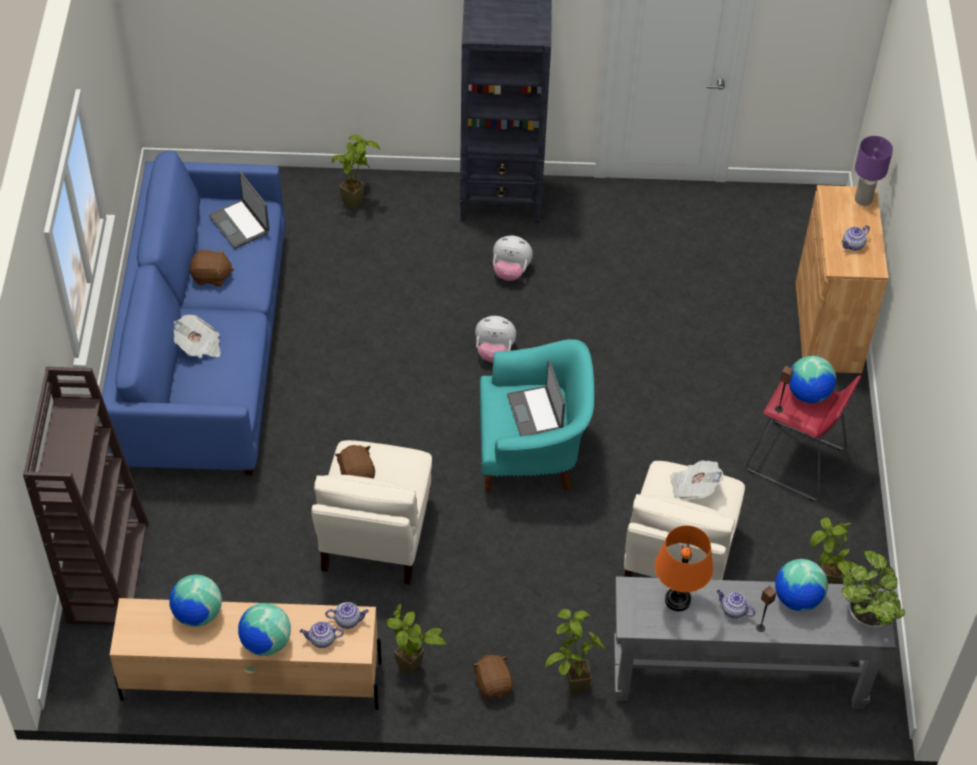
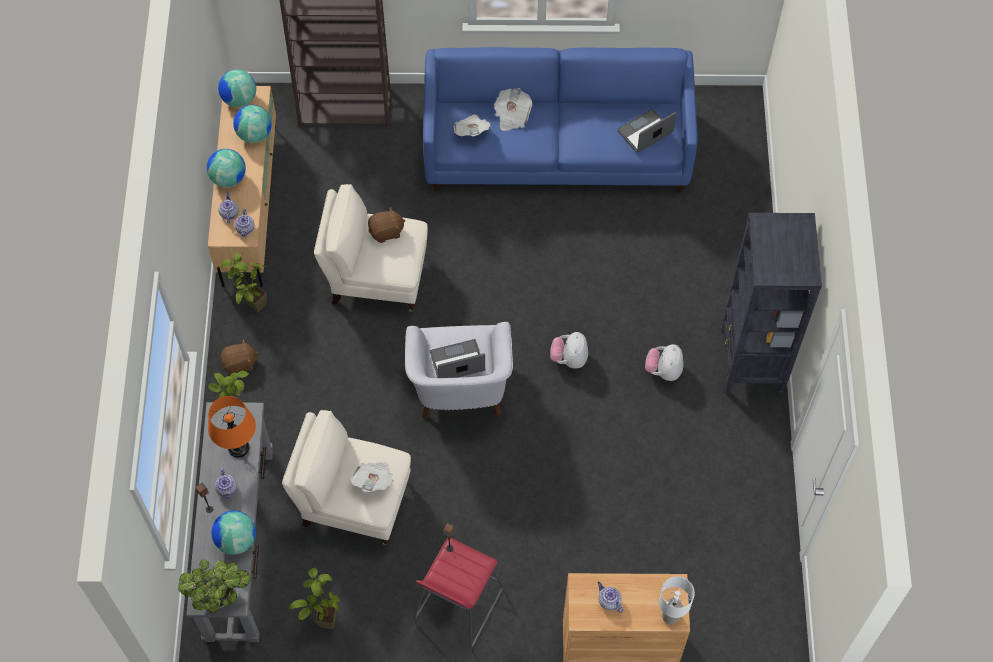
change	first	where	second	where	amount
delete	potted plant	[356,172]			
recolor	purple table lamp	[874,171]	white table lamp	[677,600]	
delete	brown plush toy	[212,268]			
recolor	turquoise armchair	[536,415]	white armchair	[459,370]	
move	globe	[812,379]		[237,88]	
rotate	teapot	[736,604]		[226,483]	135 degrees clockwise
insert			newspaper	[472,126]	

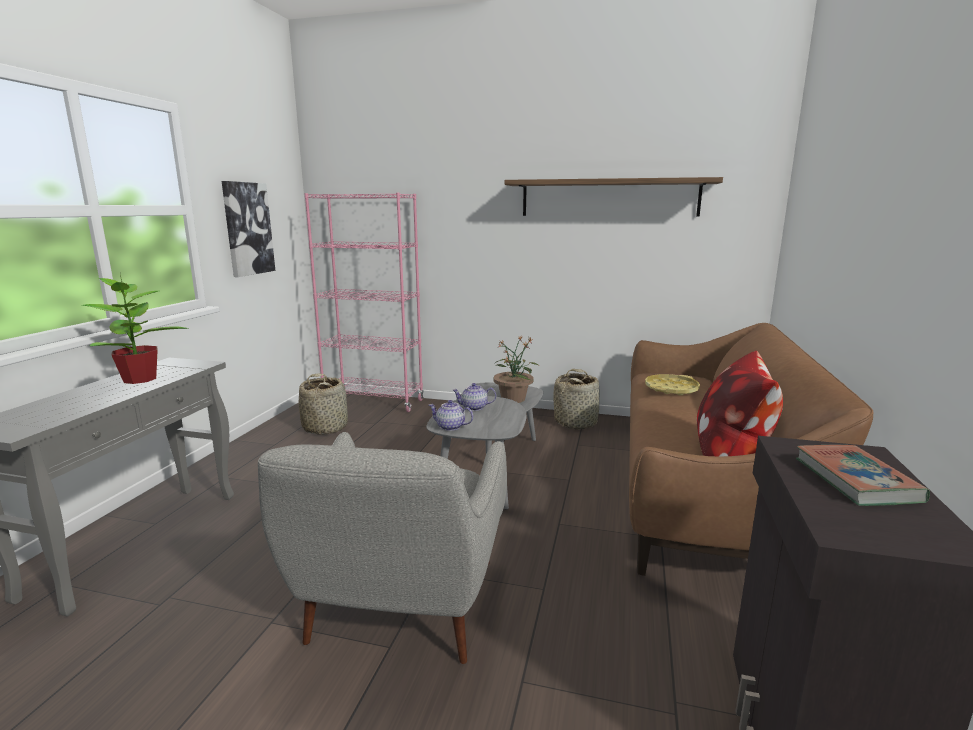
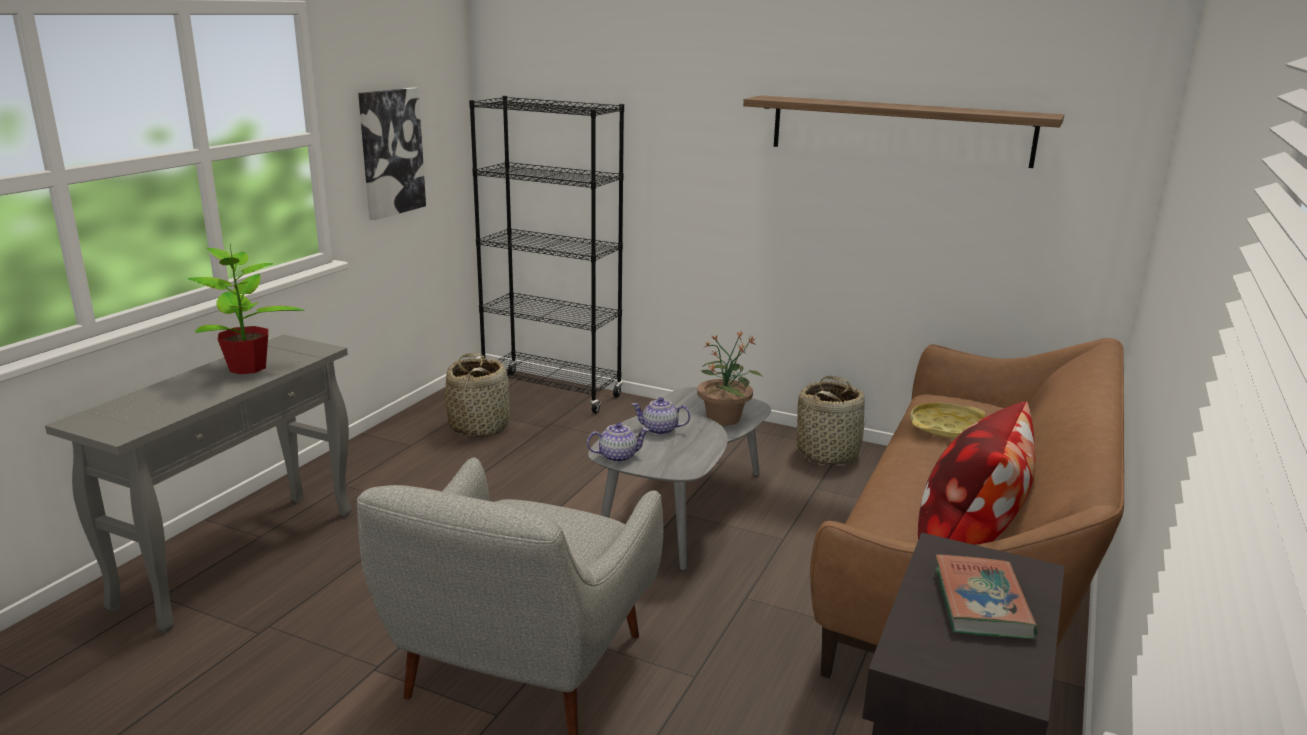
change	first	where	second	where	amount
recolor	pink bookcase	[364,302]	black bookcase	[546,255]	
rotate	teapot	[451,415]		[618,443]	135 degrees clockwise

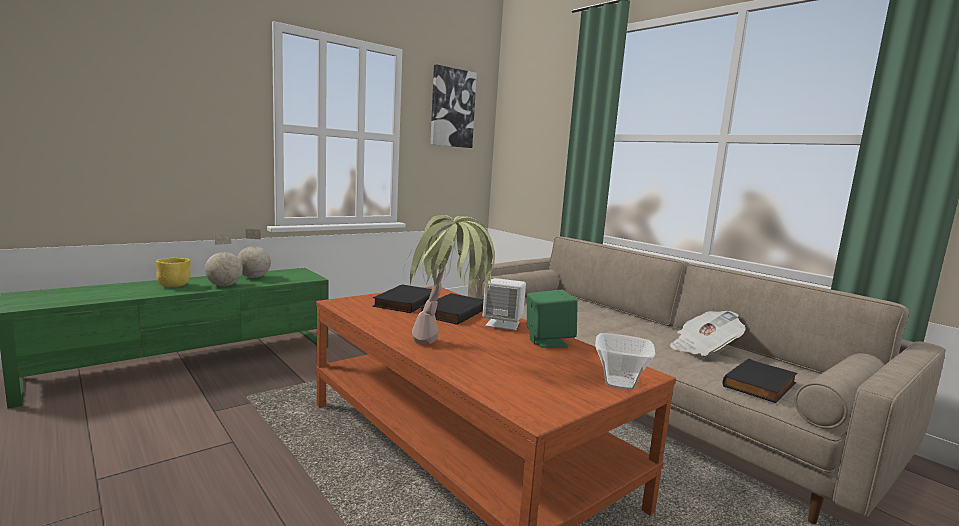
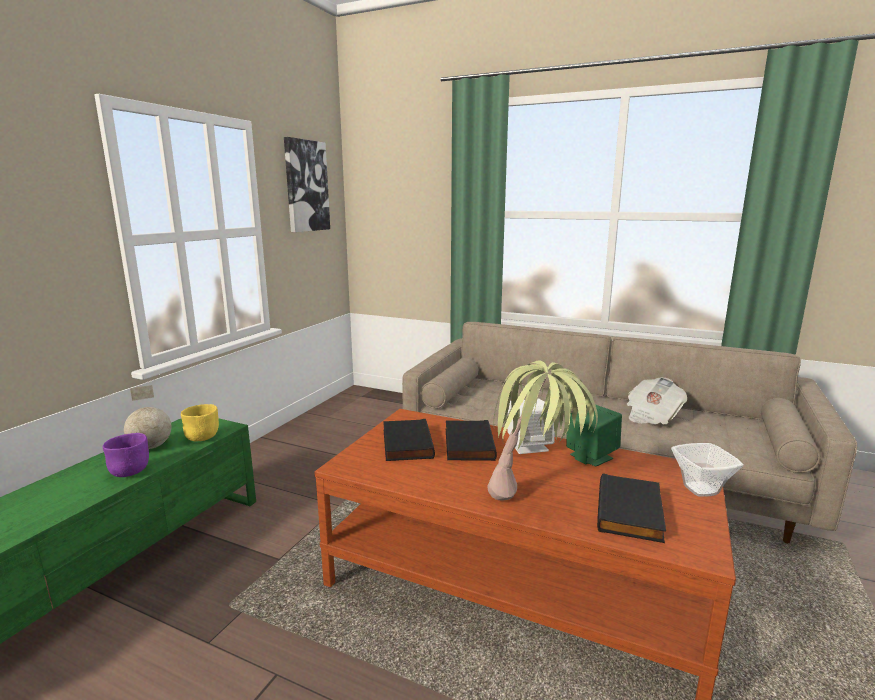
change	first	where	second	where	amount
replace	globe	[224,259]	purple bowl	[126,455]	
move	yellow bowl	[173,272]		[200,422]	
move	black book	[759,380]		[631,508]	

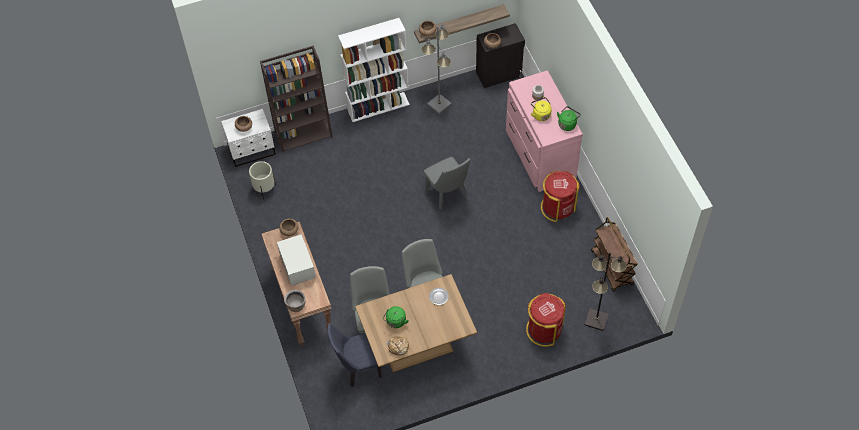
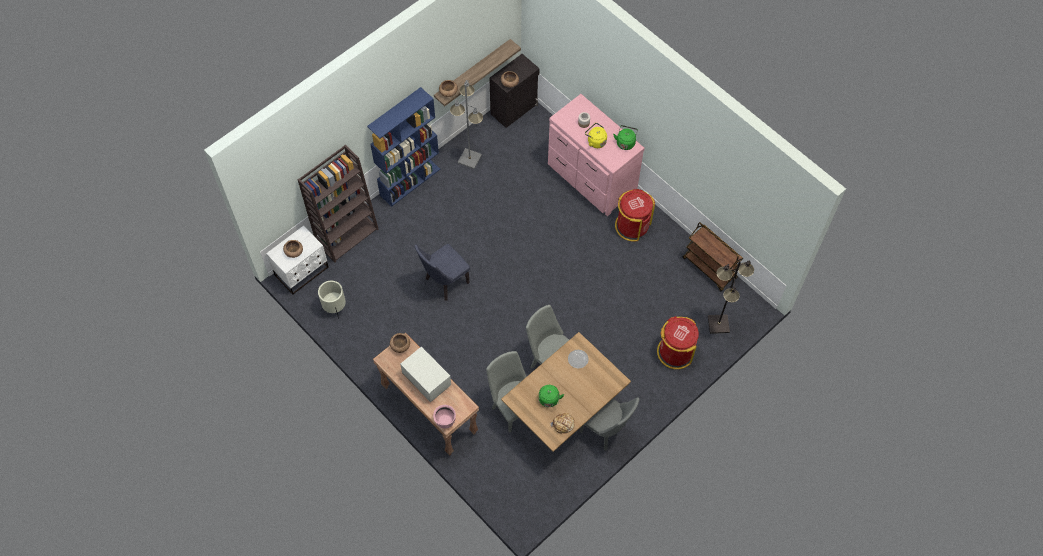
change	first	where	second	where	amount
recolor	white bookcase	[374,70]	blue bookcase	[403,147]	
move	grey chair	[447,183]		[610,424]	
recolor	brown cooking pot	[294,301]	pink cooking pot	[444,416]	
move	blue chair	[354,355]		[442,272]	

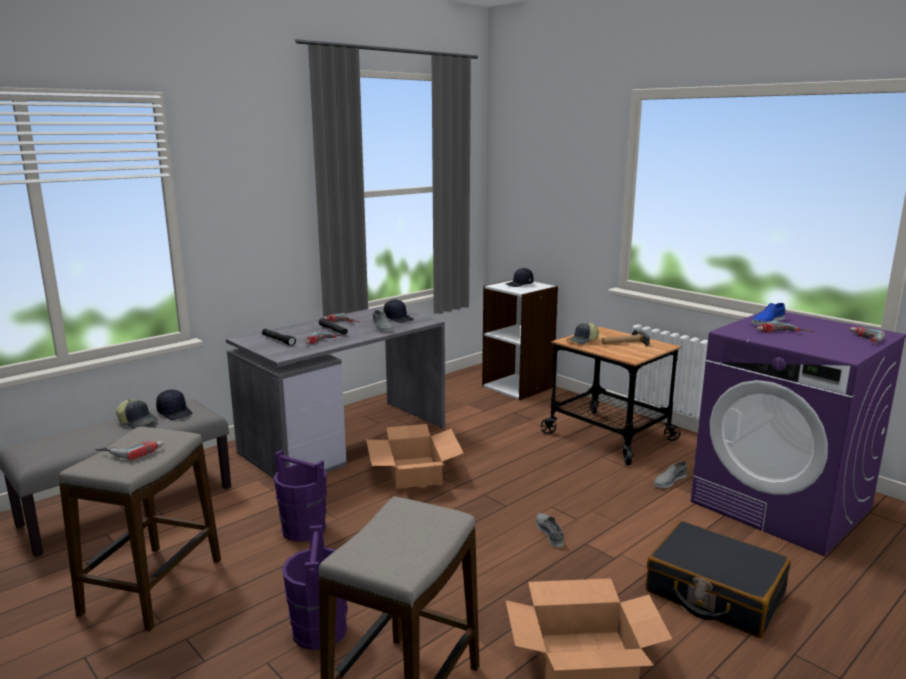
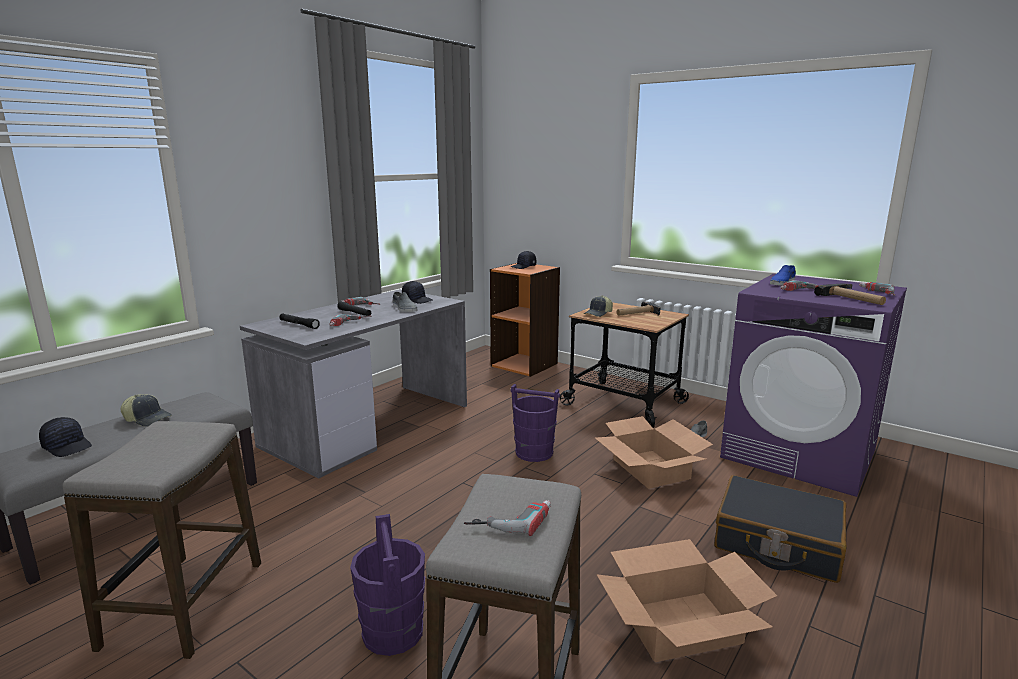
change	first	where	second	where	amount
recolor	white bookcase	[520,339]	orange bookcase	[525,320]	
move	black cap	[174,405]		[65,437]	
move	cardboard box	[415,456]		[654,452]	
move	power drill	[129,451]		[507,518]	
move	purple bucket	[300,496]		[535,423]	
delete	grey shoe	[550,530]			
insert			hammer	[850,294]	

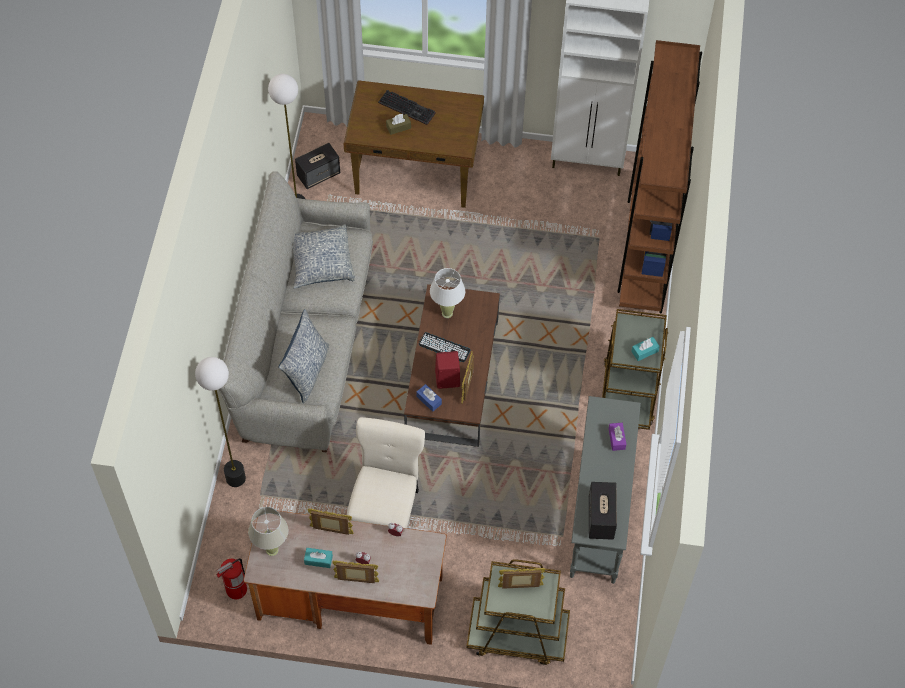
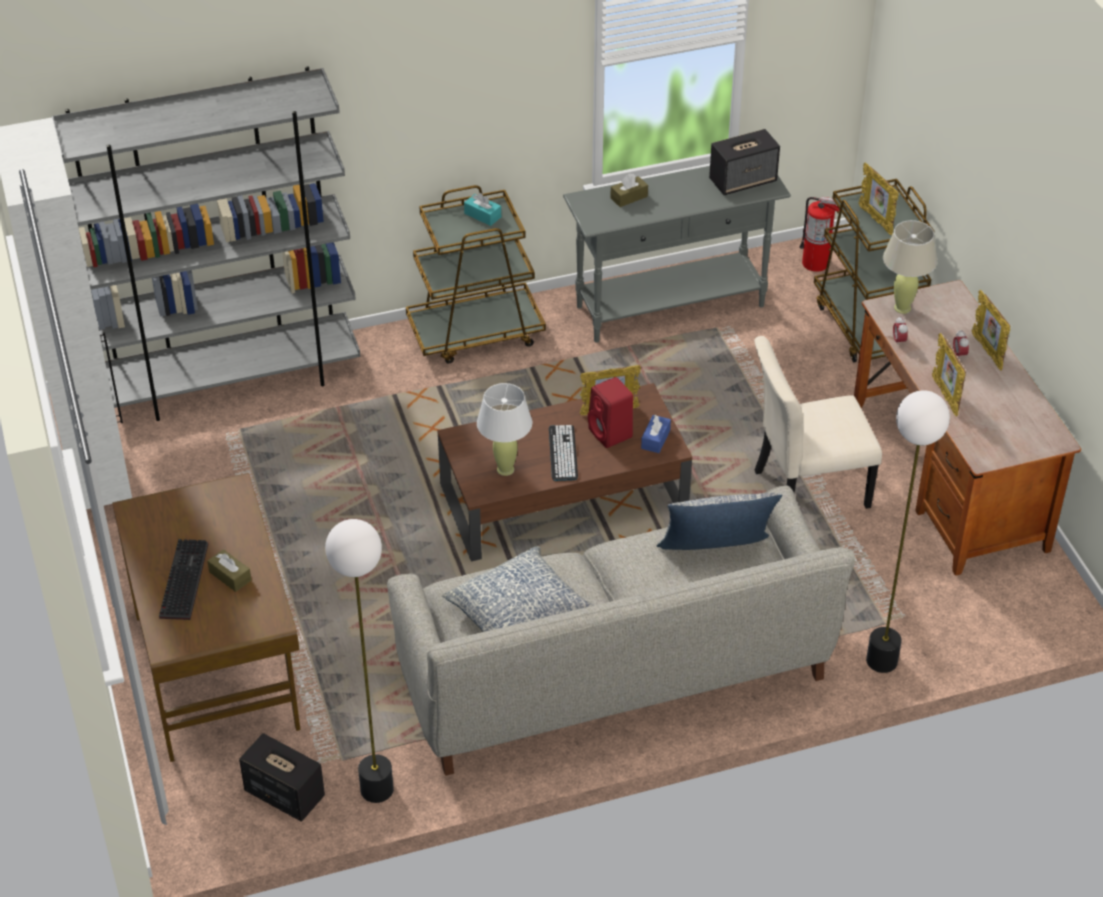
change	first	where	second	where	amount
recolor	brown bookcase	[659,176]	grey bookcase	[206,243]	
recolor	purple tissue box	[617,437]	brown tissue box	[629,190]	
move	beige table lamp	[268,531]		[910,267]	
delete	turquoise tissue box	[318,558]			
move	fire extinguisher	[231,578]		[819,234]	

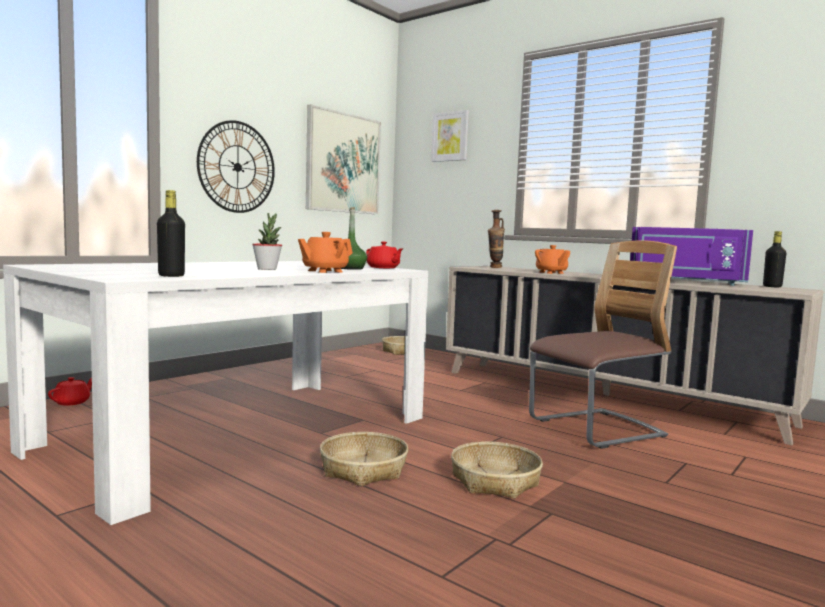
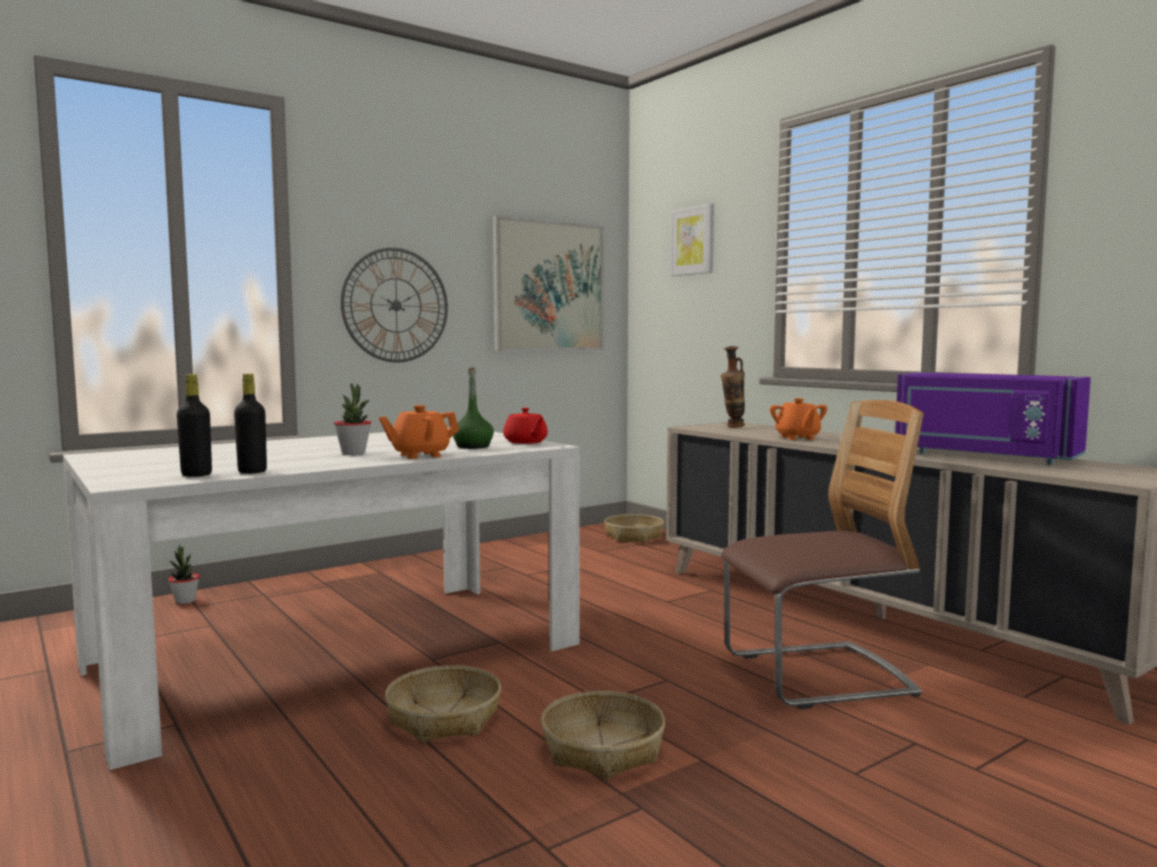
change	first	where	second	where	amount
move	black bottle	[774,259]		[250,423]	
replace	red teapot	[70,391]	potted plant	[184,574]	

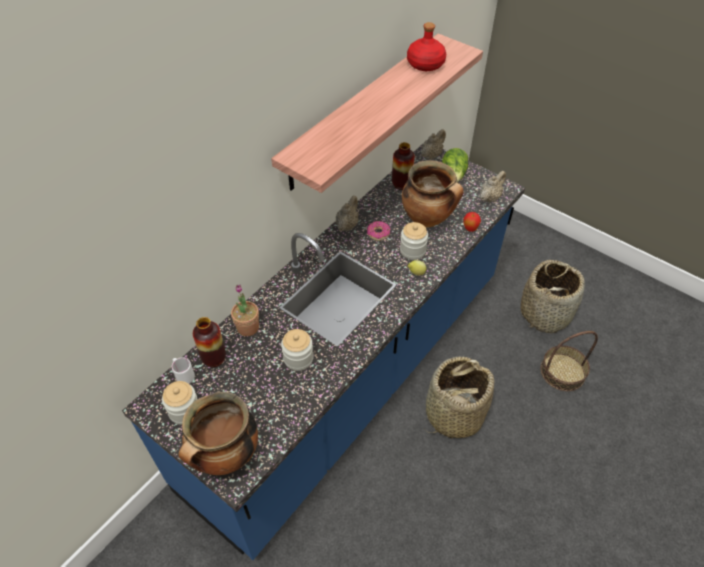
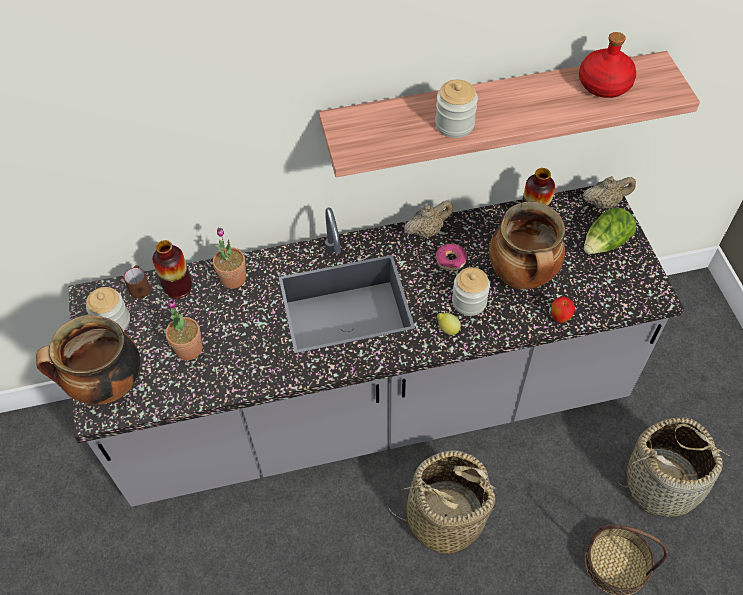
change	first	where	second	where	amount
recolor	blue counter	[323,352]	grey counter	[376,346]	
delete	beige teapot	[493,187]			
move	jar	[297,350]		[456,109]	
recolor	white mug	[183,370]	brown mug	[137,282]	
insert			potted plant	[184,329]	

